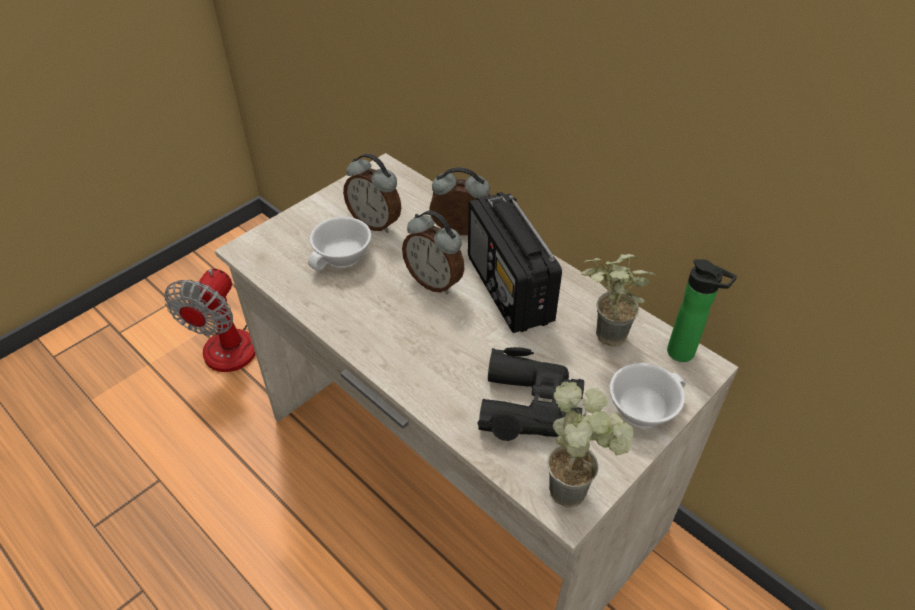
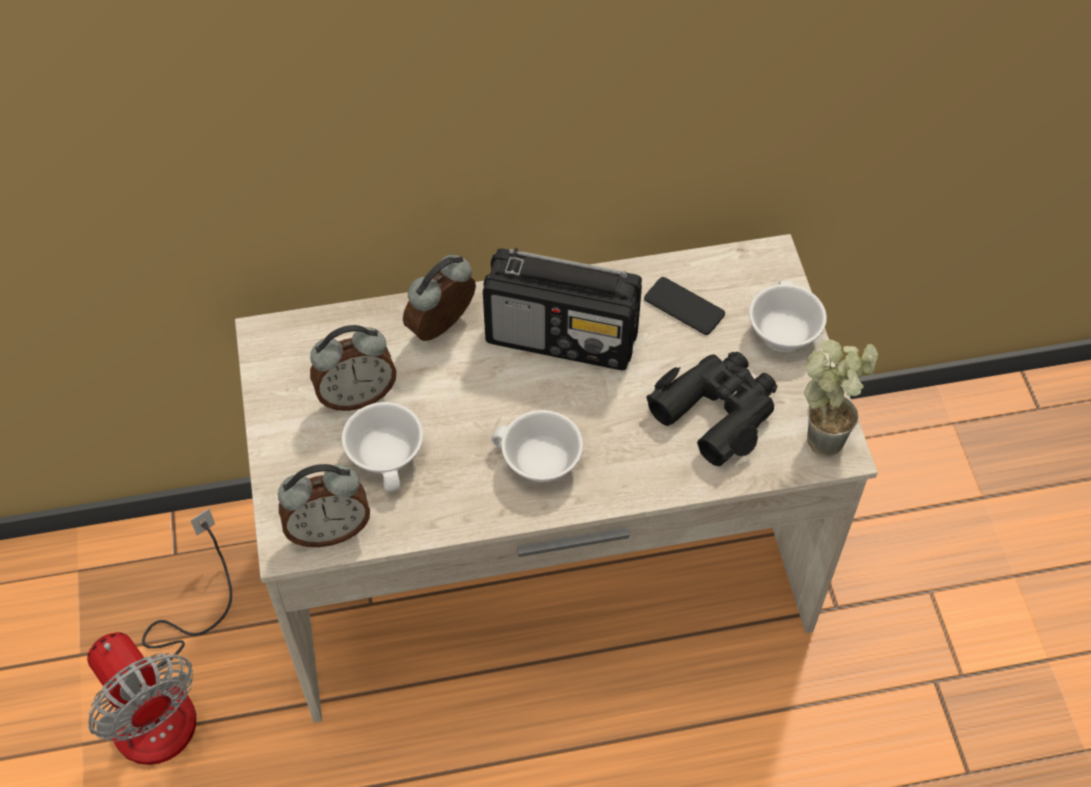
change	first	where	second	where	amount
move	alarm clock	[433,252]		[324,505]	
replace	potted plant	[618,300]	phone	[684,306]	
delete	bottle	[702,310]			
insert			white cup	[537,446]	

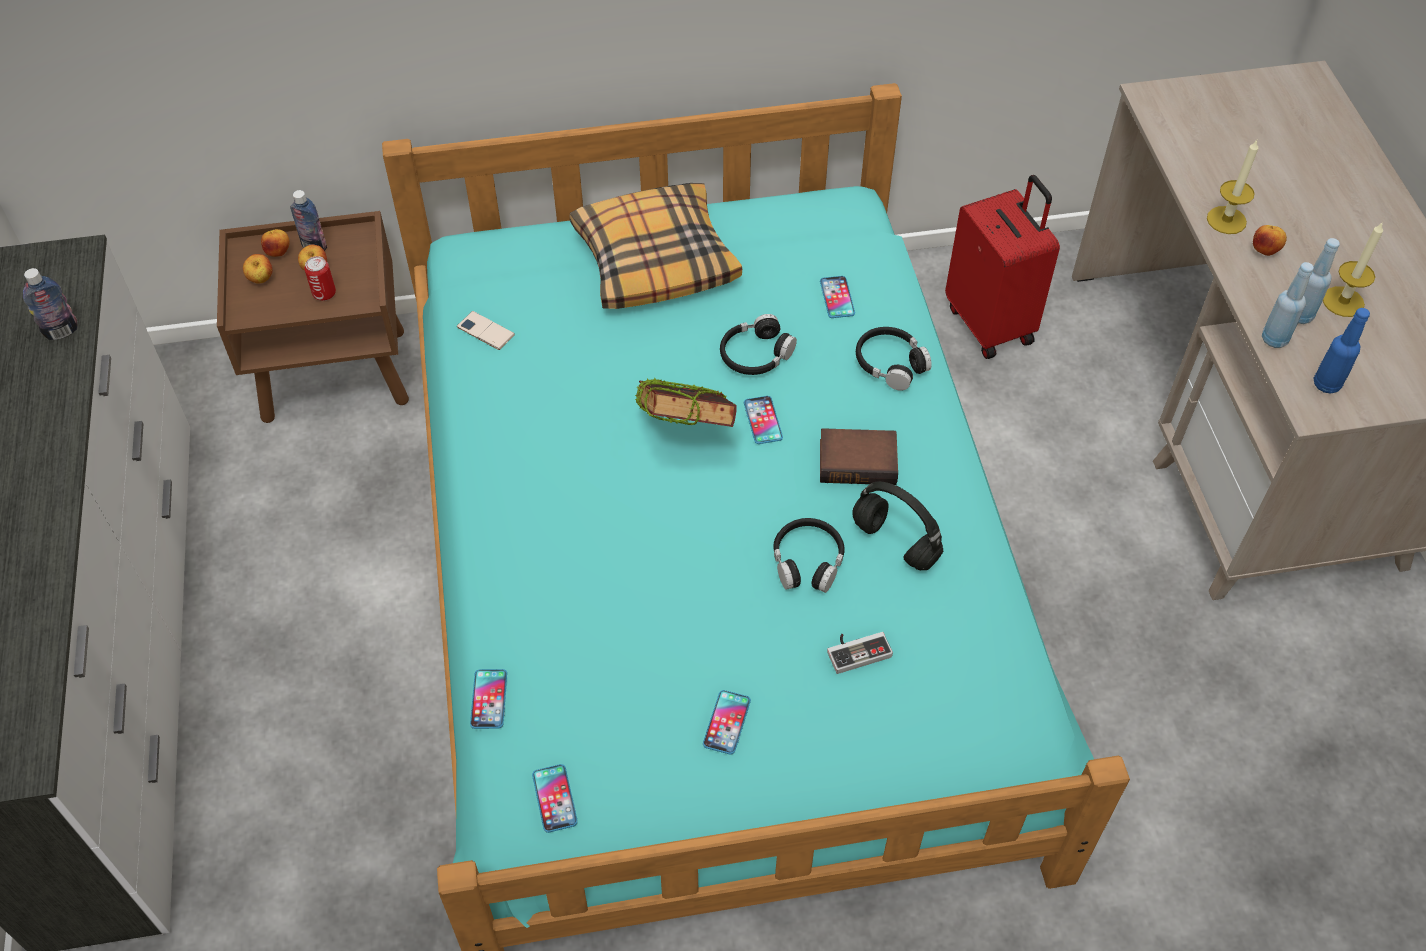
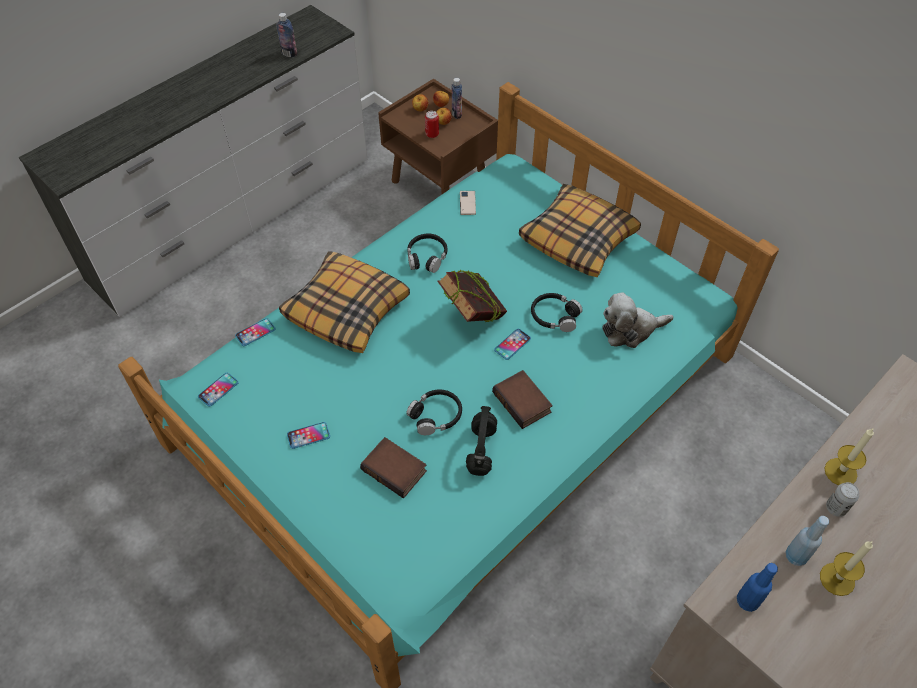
change	first	where	second	where	amount
delete	red suitcase	[1002,267]			
replace	apple	[1270,240]	can	[842,499]	
delete	blue bottle	[1288,305]			
replace	phone	[837,297]	plush toy	[638,320]	
move	black headphones	[894,359]		[427,253]	
replace	game controller	[860,653]	book	[393,467]	
insert			pillow	[344,302]	

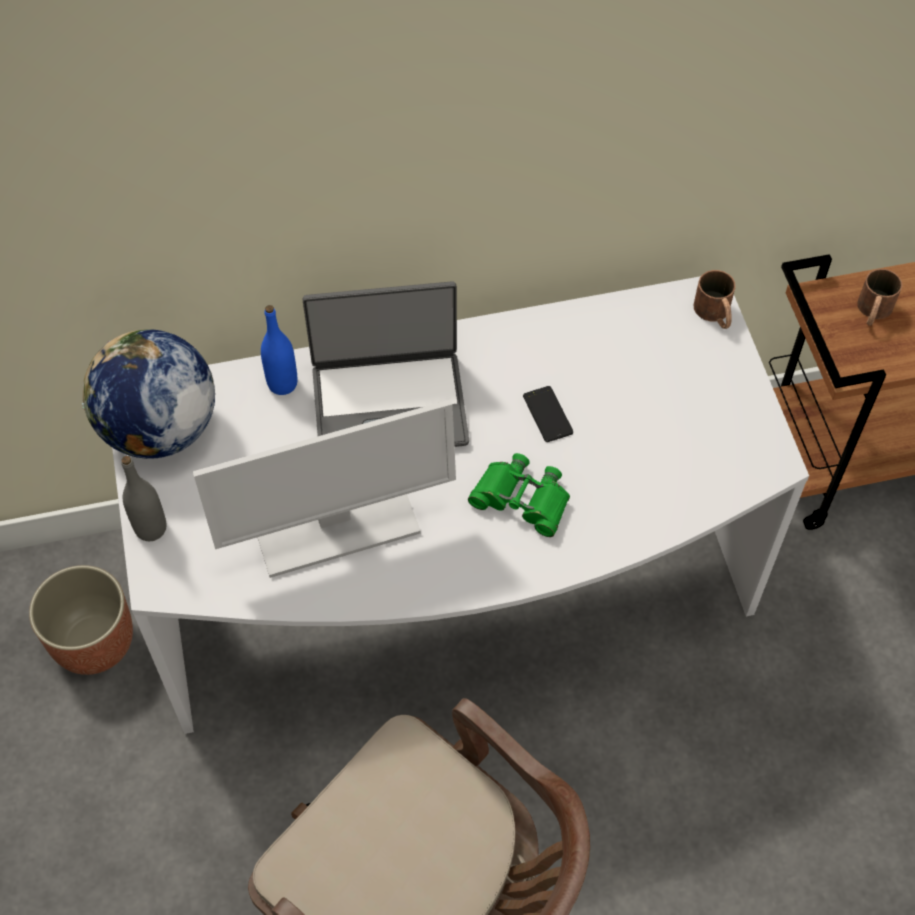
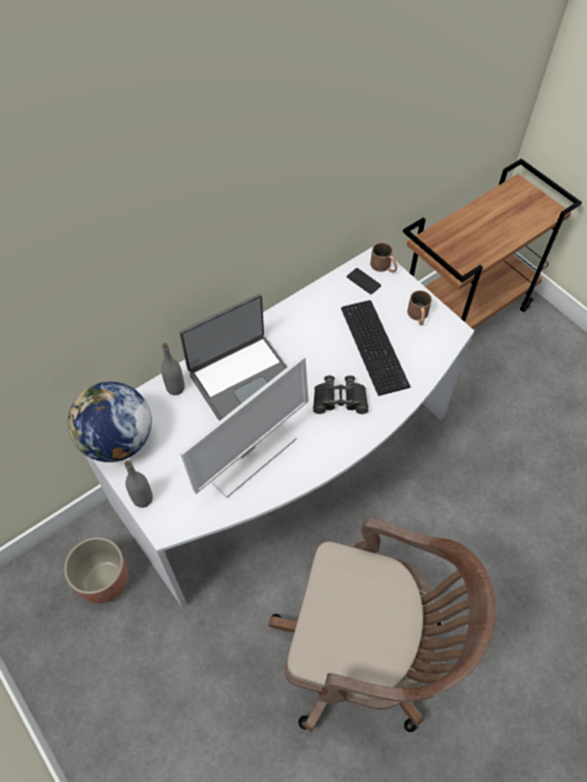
change	first	where	second	where	amount
move	brown mug	[879,297]		[419,307]	
recolor	blue bottle	[279,350]	grey bottle	[173,369]	
move	phone	[548,414]		[364,281]	
recolor	green binoculars	[519,495]	black binoculars	[341,394]	
insert			keyboard	[376,348]	

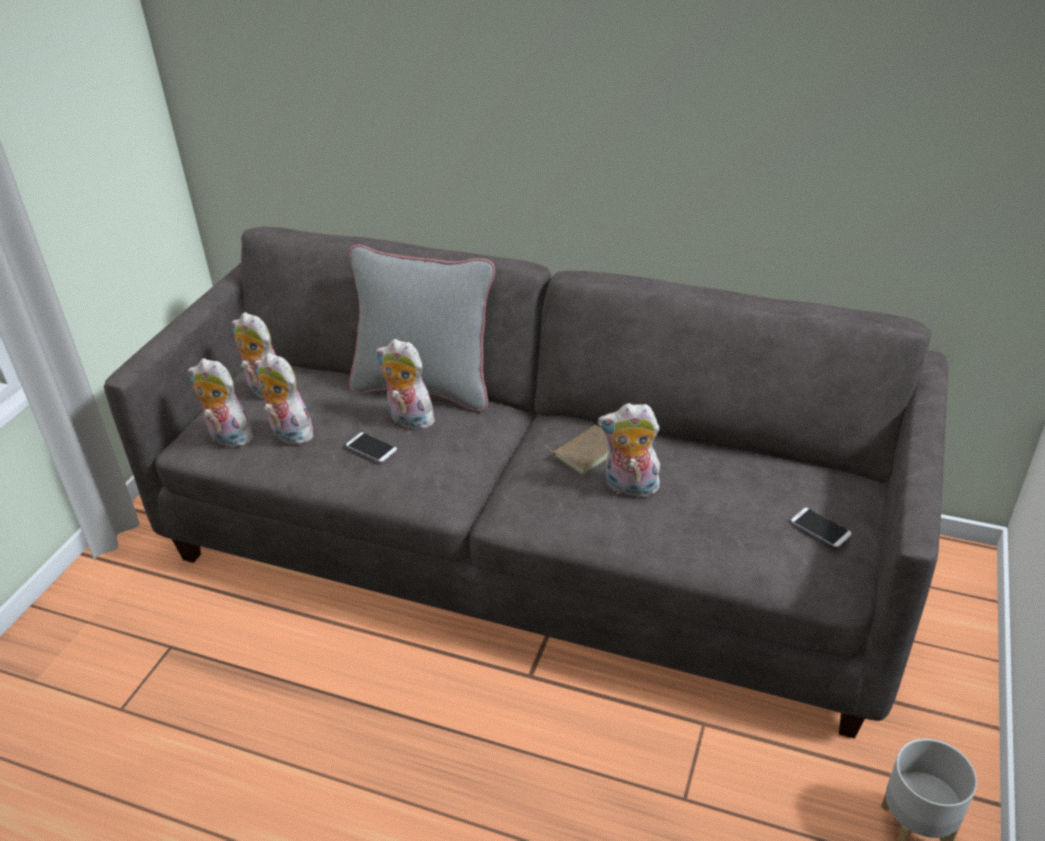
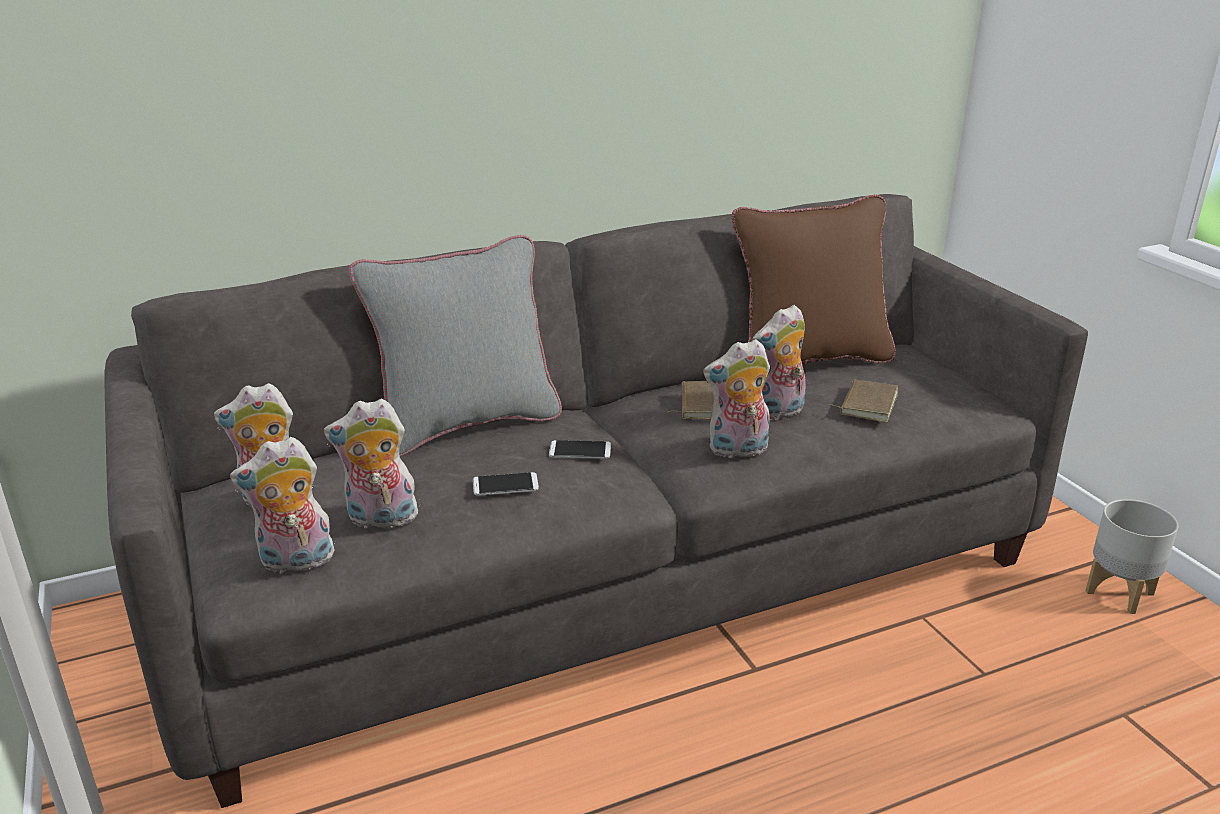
change	first	where	second	where	amount
move	plush toy	[405,384]		[736,399]	
move	phone	[821,527]		[580,449]	
insert			brown pillow	[814,279]	
insert			brown book	[861,401]	

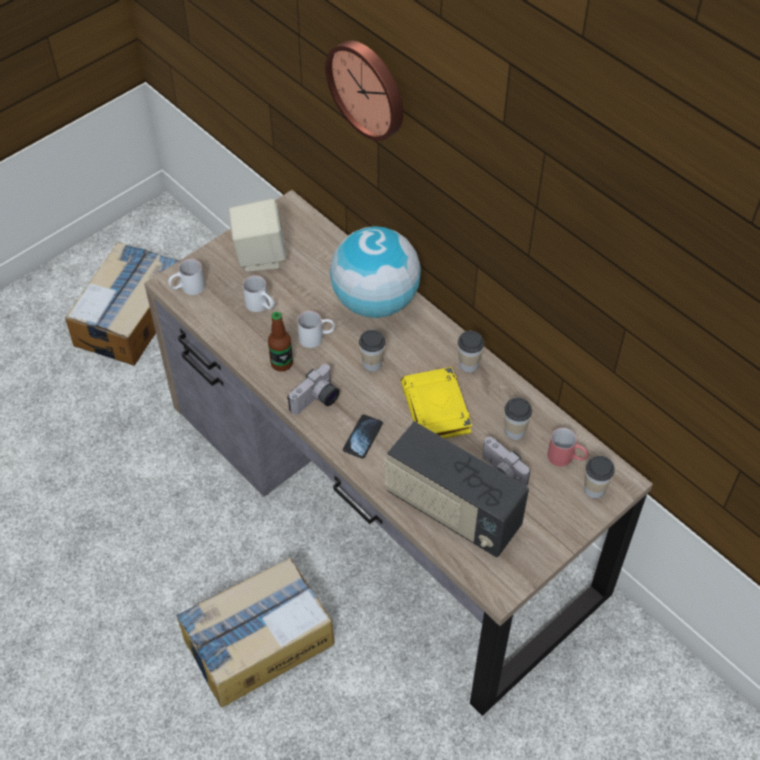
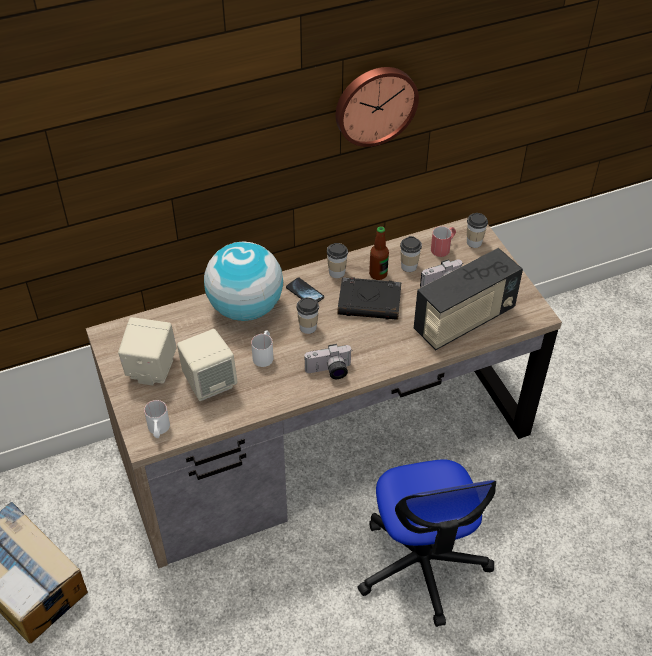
change	first	where	second	where	amount
move	wall clock	[364,90]		[377,107]	
replace	white mug	[259,293]	beige speaker	[207,365]	
move	bottle	[280,341]		[379,253]	
rotate	photo camera	[313,389]		[328,361]	105 degrees clockwise
recolor	yellow book	[436,402]	black book	[369,298]	
move	phone	[363,436]		[305,290]	
replace	cardboard box	[255,633]	office chair	[426,543]	

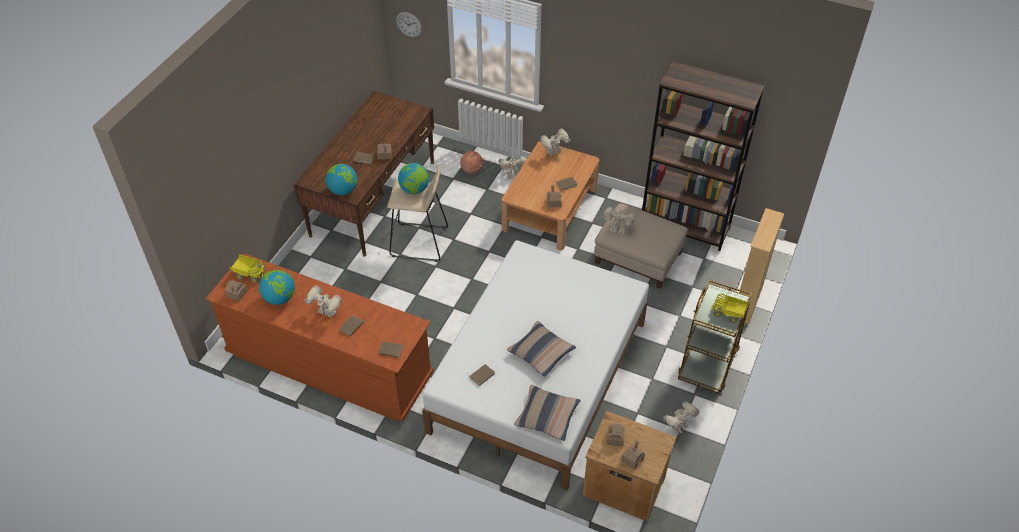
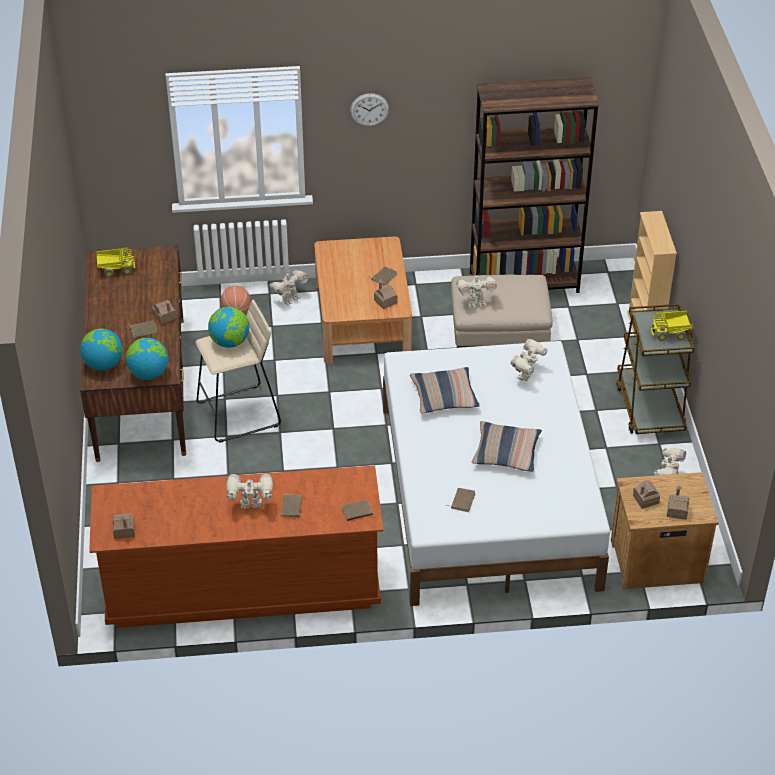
change	first	where	second	where	amount
move	wall clock	[409,24]		[369,109]	
move	toy robot	[555,142]		[528,360]	
move	toy truck	[248,268]		[116,262]	
move	globe	[277,287]		[101,349]	
move	pillow	[547,413]		[445,390]	

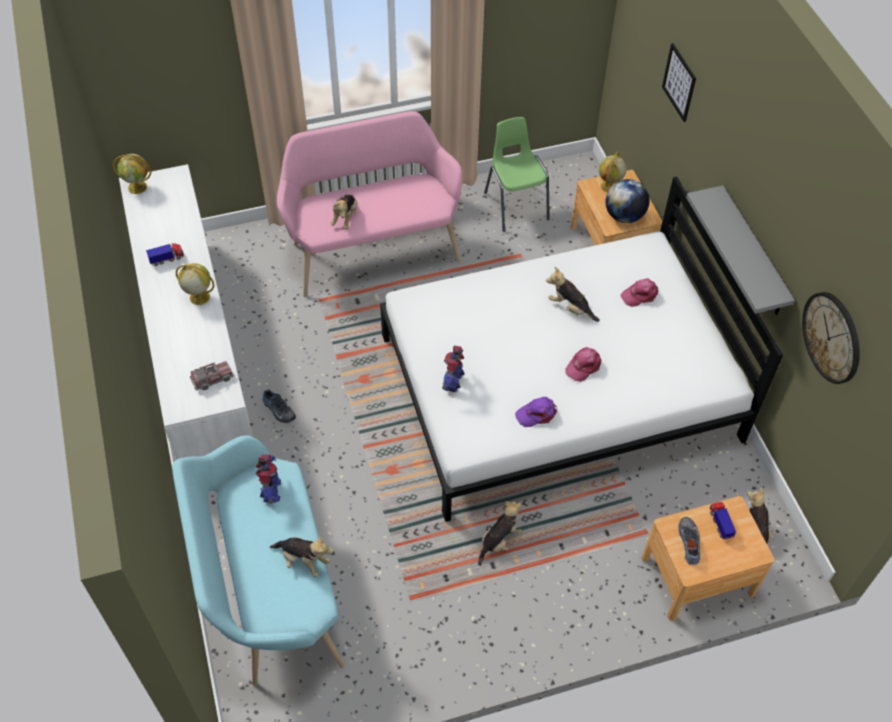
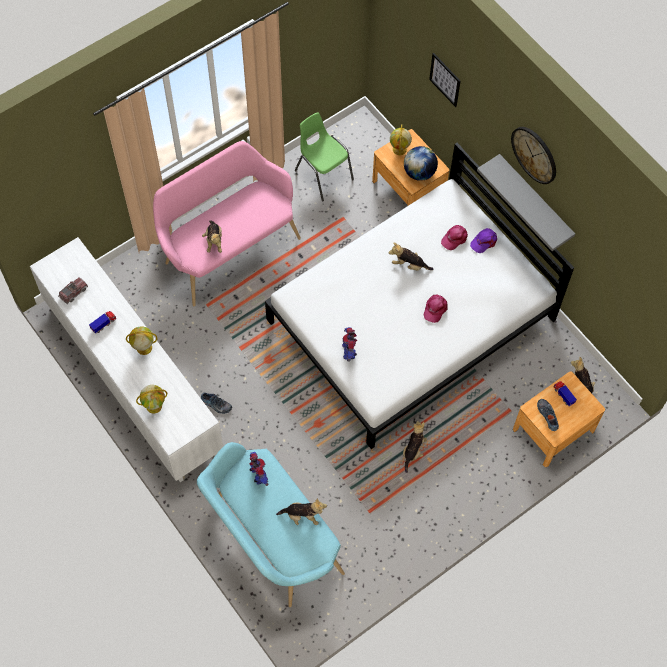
change	first	where	second	where	amount
move	globe	[132,174]		[151,399]	
move	wall clock	[831,338]		[533,155]	
move	toy truck	[212,376]		[73,291]	
move	purple cap	[536,412]		[483,240]	

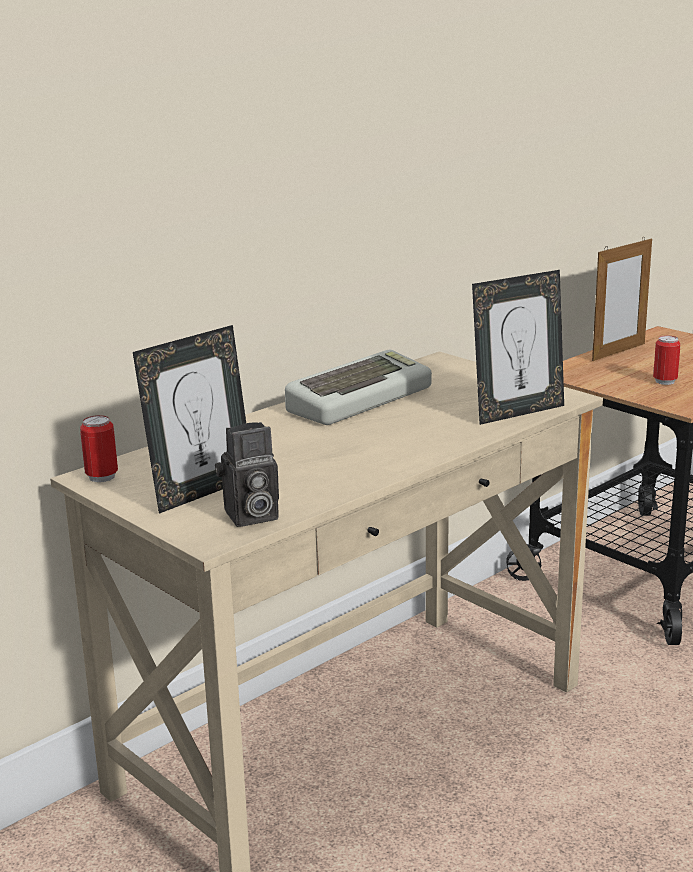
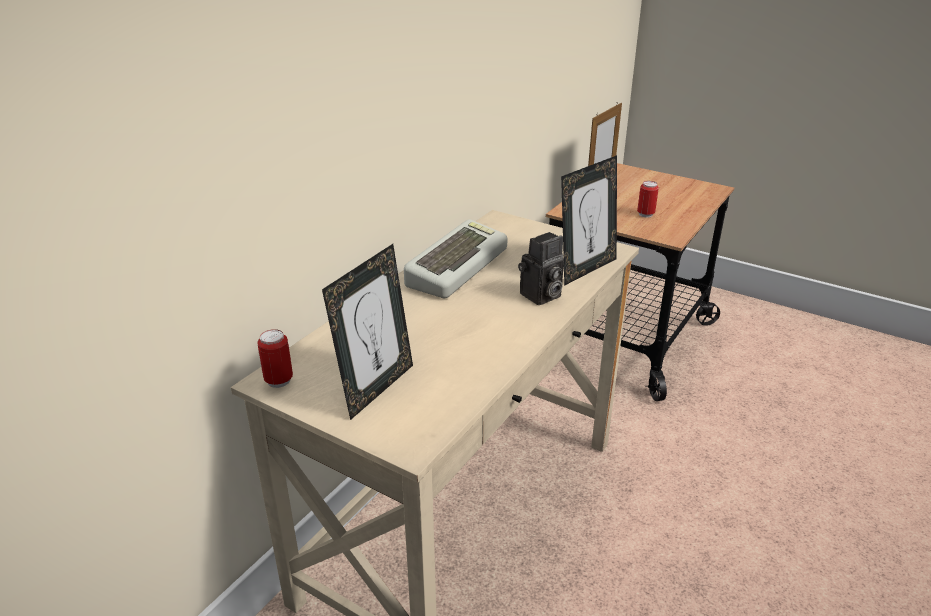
change	first	where	second	where	amount
move	photo camera	[247,474]		[541,268]	

